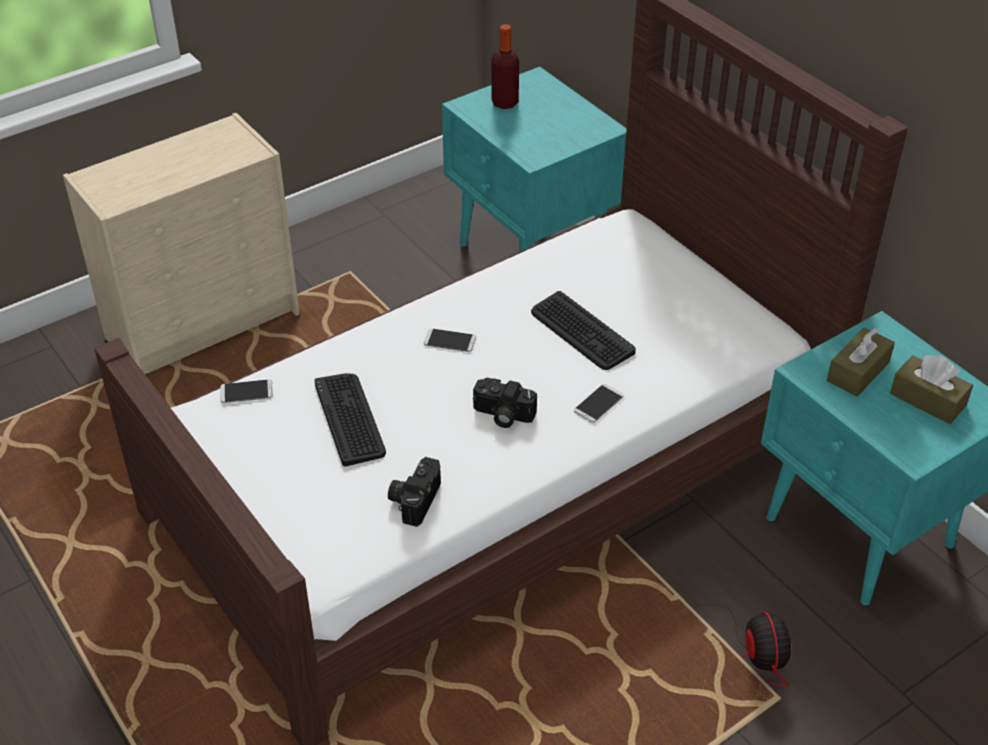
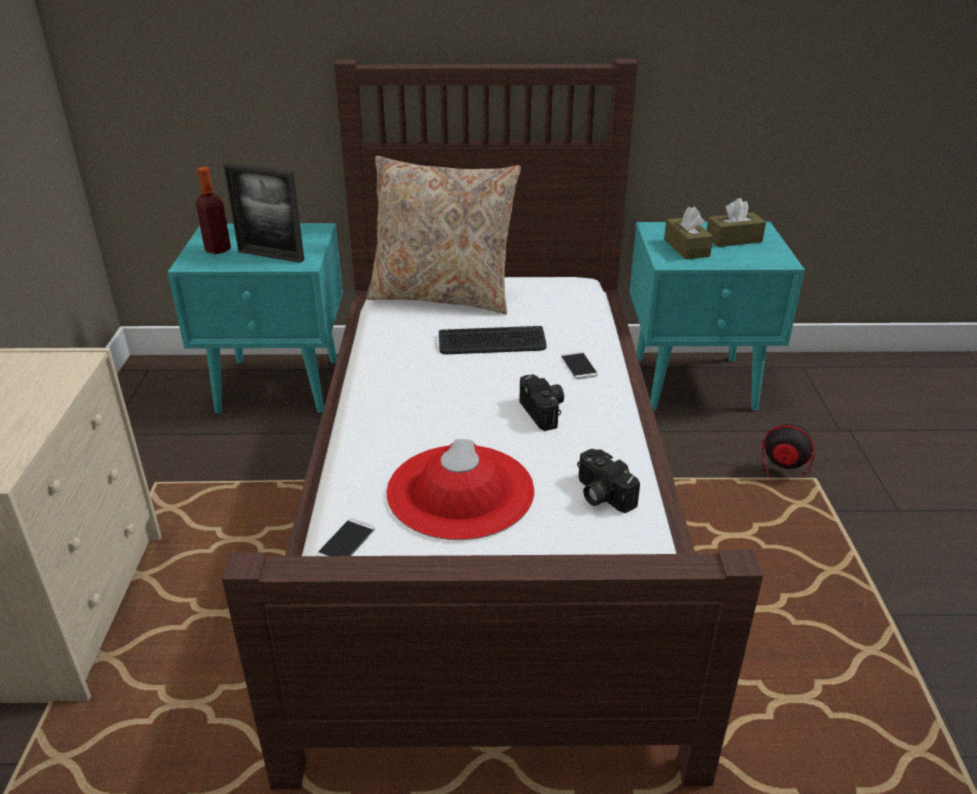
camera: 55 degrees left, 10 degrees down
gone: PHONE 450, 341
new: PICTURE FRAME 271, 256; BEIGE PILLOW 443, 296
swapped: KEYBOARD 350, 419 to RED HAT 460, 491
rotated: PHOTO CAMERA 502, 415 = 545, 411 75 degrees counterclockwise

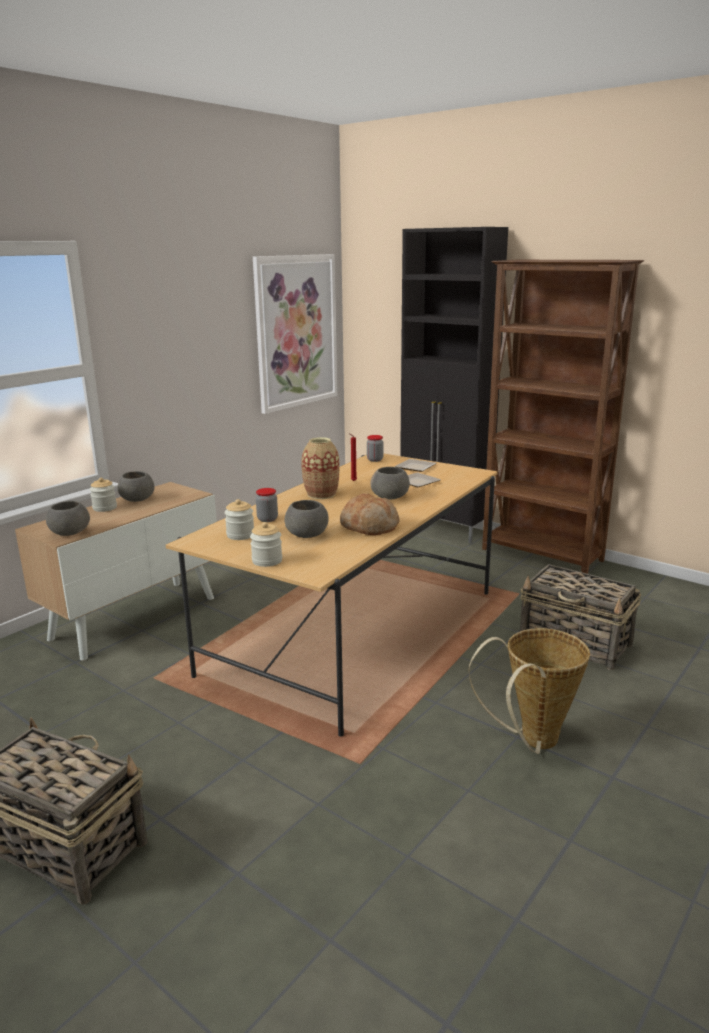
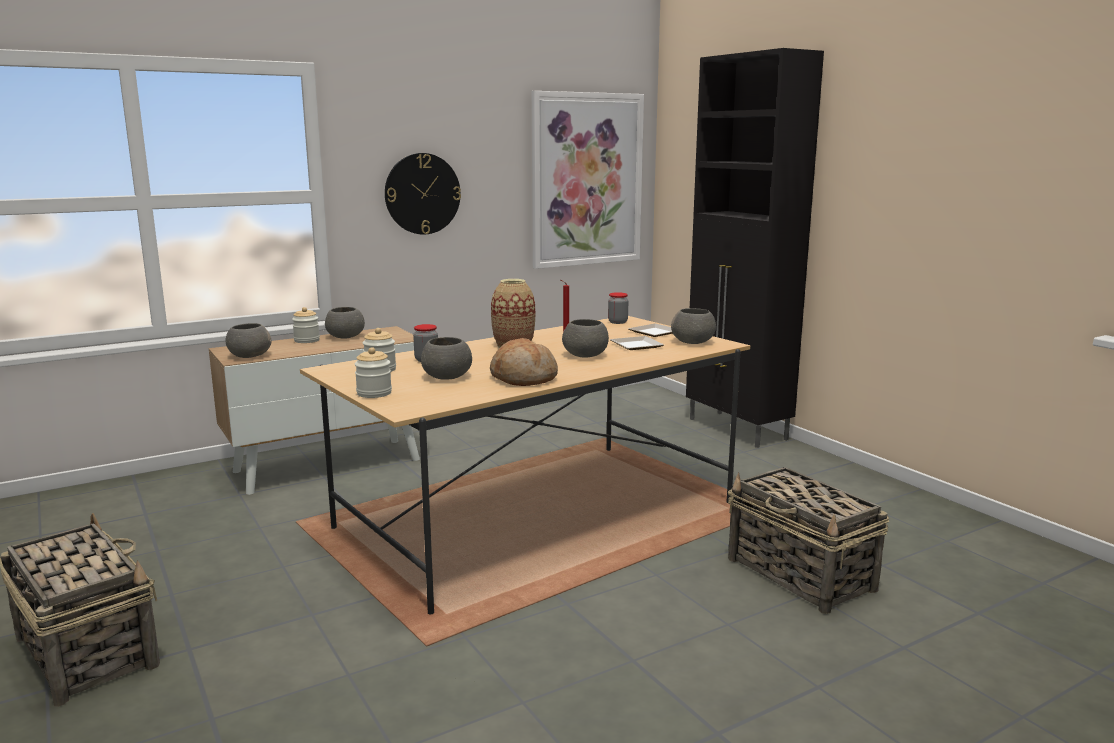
camera: 20 degrees right, 5 degrees down
gone: BASKET 532, 742; BROWN BOOKCASE 542, 555
new: WALL CLOCK 422, 194; GREY BOWL 693, 342

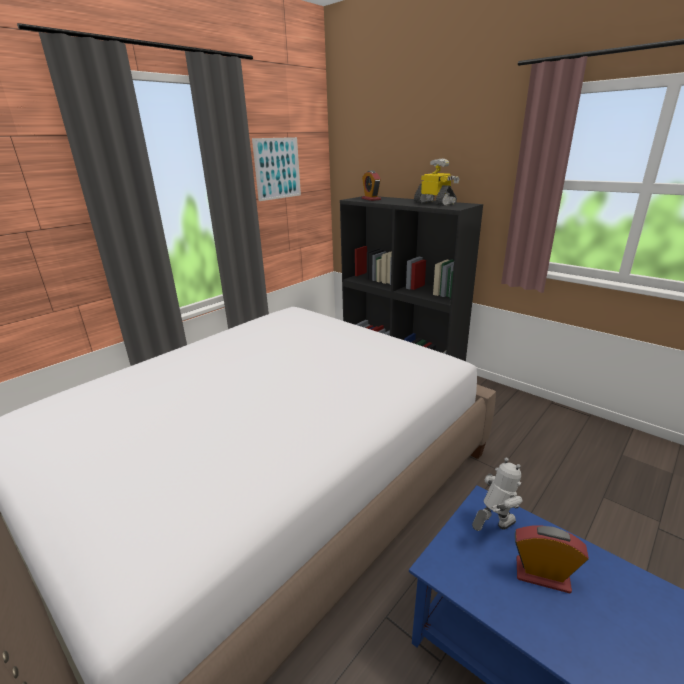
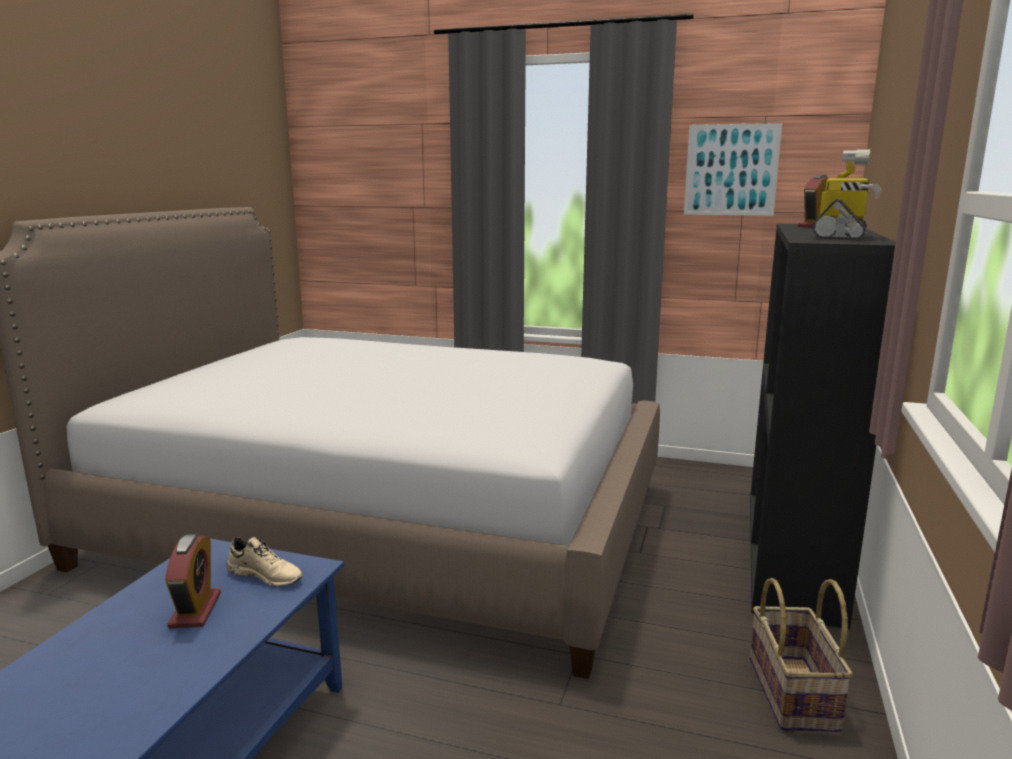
camera: 65 degrees right, 10 degrees down
new: BASKET 794, 694
swapped: TOY ROBOT 492, 528 to BEIGE SHOE 266, 576

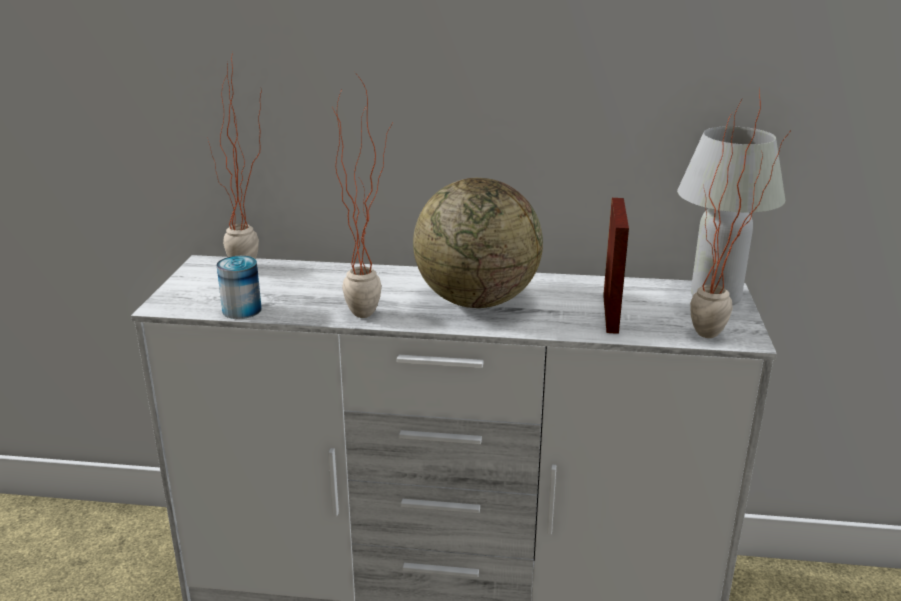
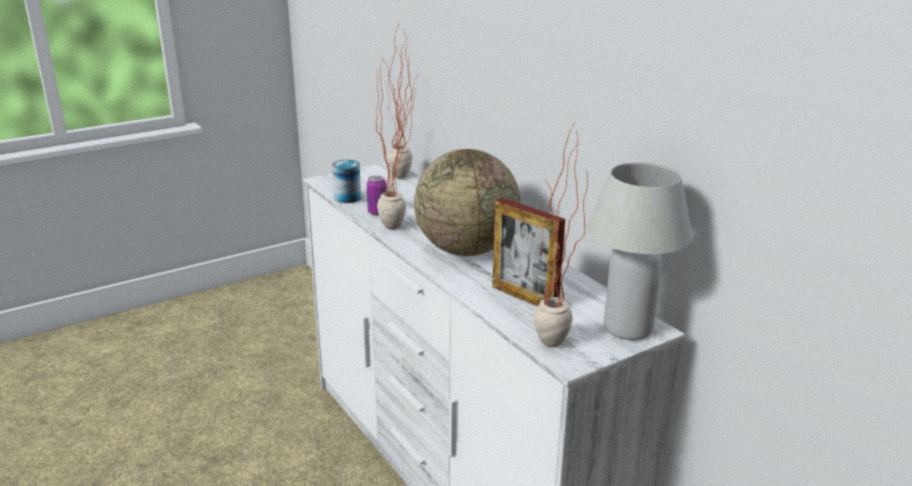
camera: 50 degrees right, 0 degrees up
new: CAN 377, 212
rotated: PICTURE FRAME 610, 313 = 524, 297 75 degrees clockwise

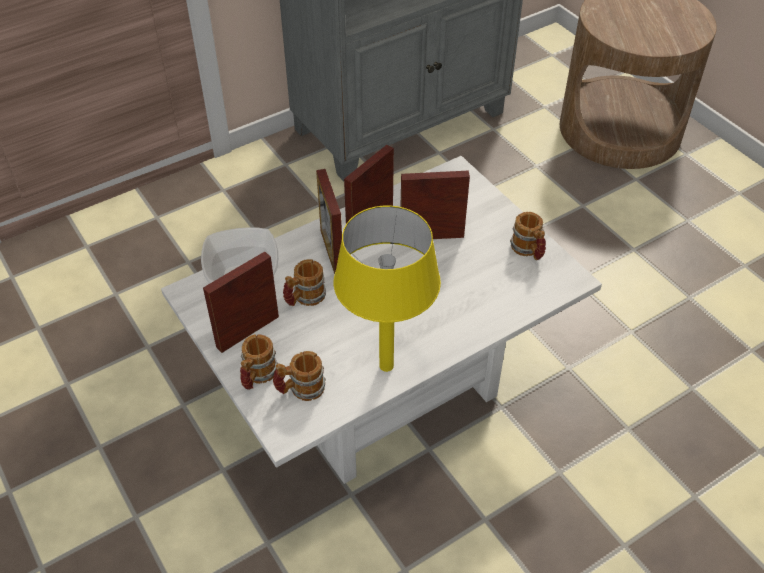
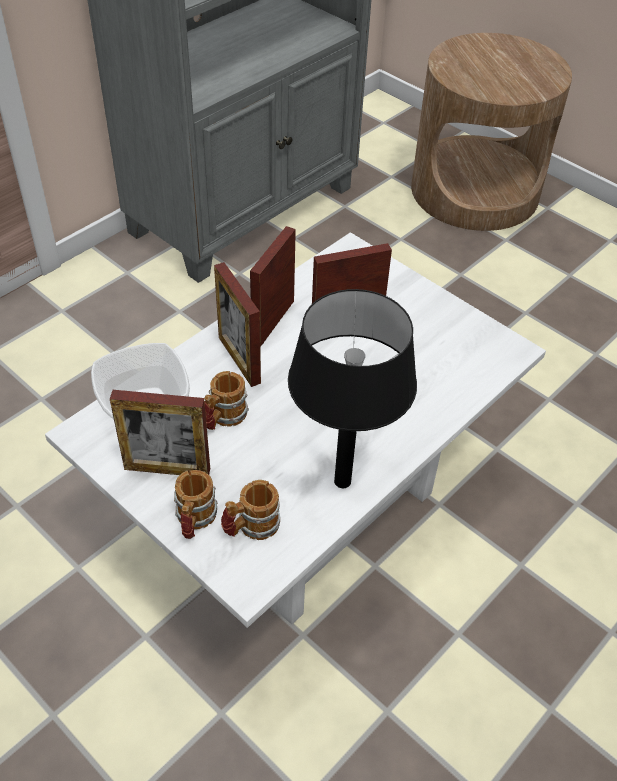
camera: 15 degrees left, 0 degrees up
gone: MUG 528, 250
repainted: YELLOW TABLE LAMP 385, 366 to BLACK TABLE LAMP 342, 482
rotated: PICTURE FRAME 247, 332 = 167, 469 120 degrees counterclockwise

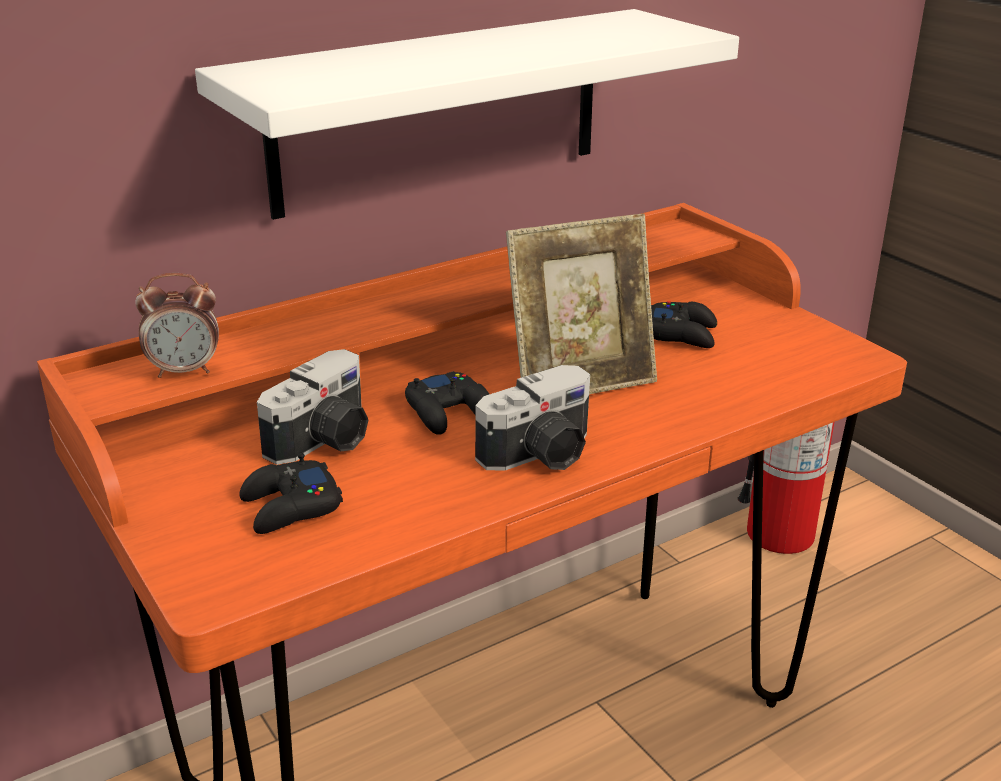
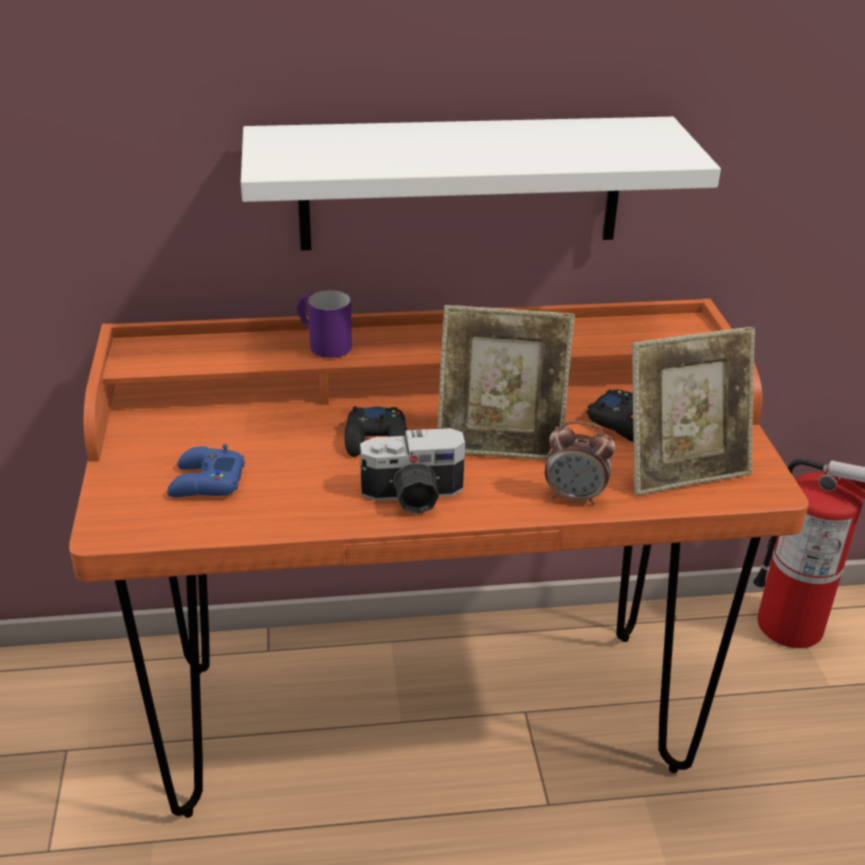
camera: 25 degrees right, 5 degrees up
gone: PHOTO CAMERA 326, 441
new: PURPLE MUG 323, 343; PICTURE FRAME 683, 471
shifted: ALARM CLOCK 185, 371 to 575, 497
repainted: BLACK GAME CONTROLLER 290, 507 to BLUE GAME CONTROLLER 206, 482

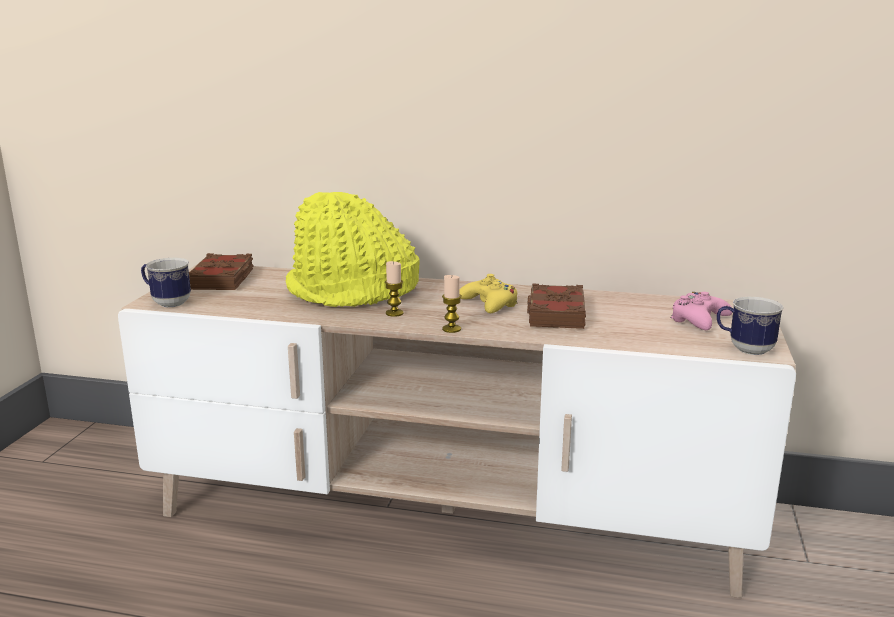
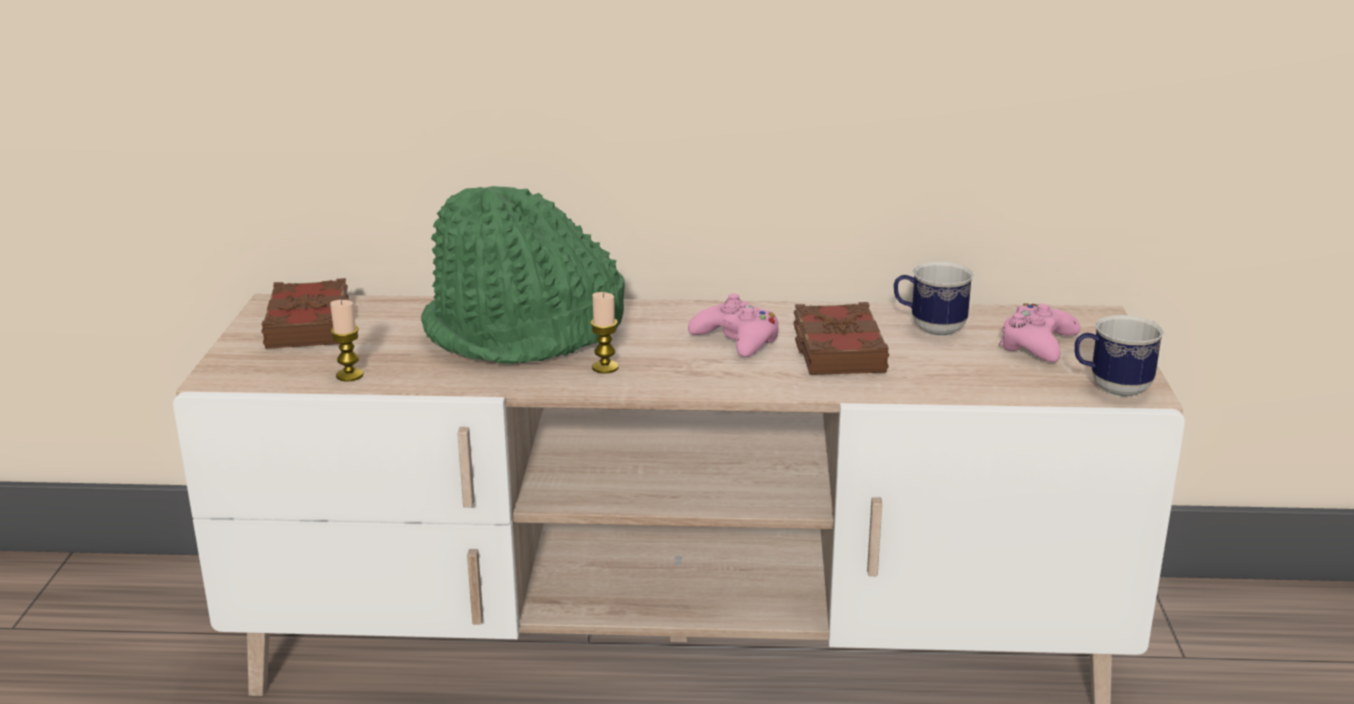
camera: 10 degrees left, 5 degrees up
shifted: MUG 167, 302 to 929, 328; CANDLE 451, 329 to 349, 375
repainted: YELLOW HAT 352, 292 to GREEN HAT 524, 334; YELLOW GAME CONTROLLER 489, 304 to PINK GAME CONTROLLER 737, 340

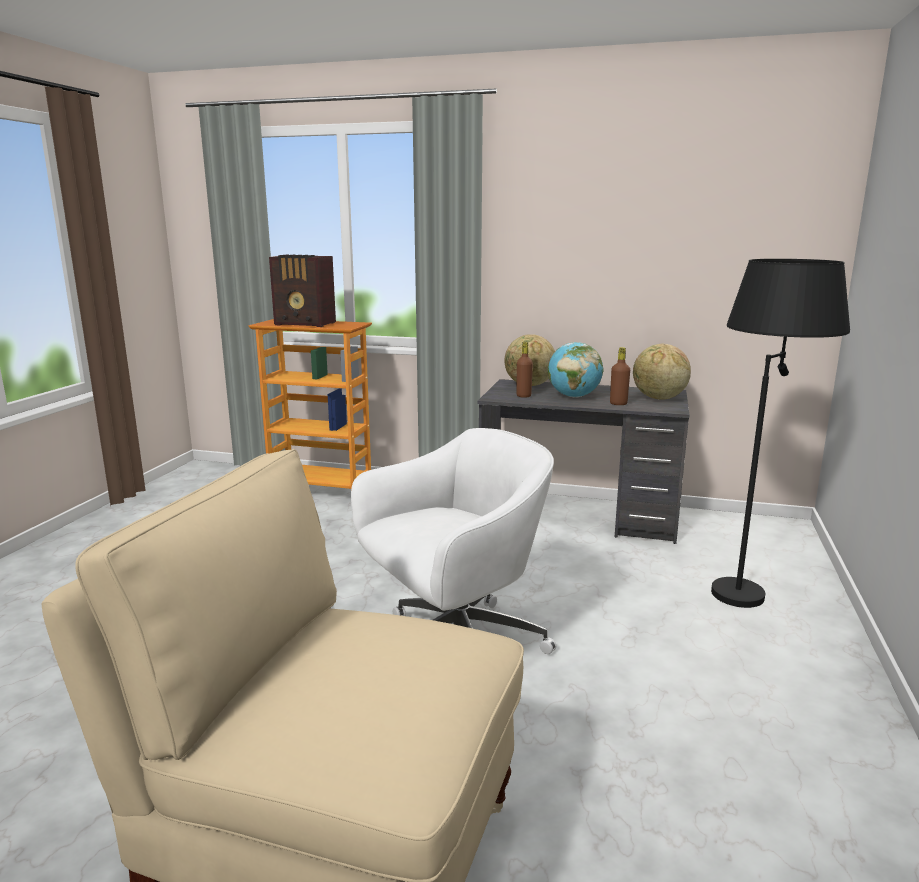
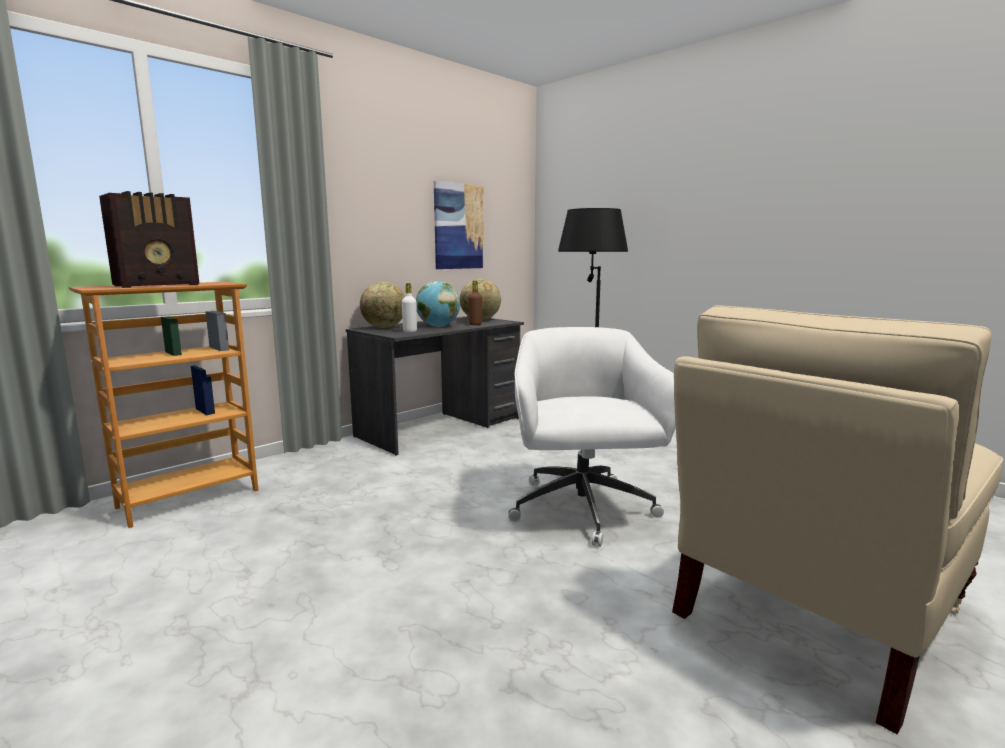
camera: 60 degrees left, 5 degrees down
new: PICTURE 458, 226
repainted: BROWN BOTTLE 523, 396 to WHITE BOTTLE 410, 331

